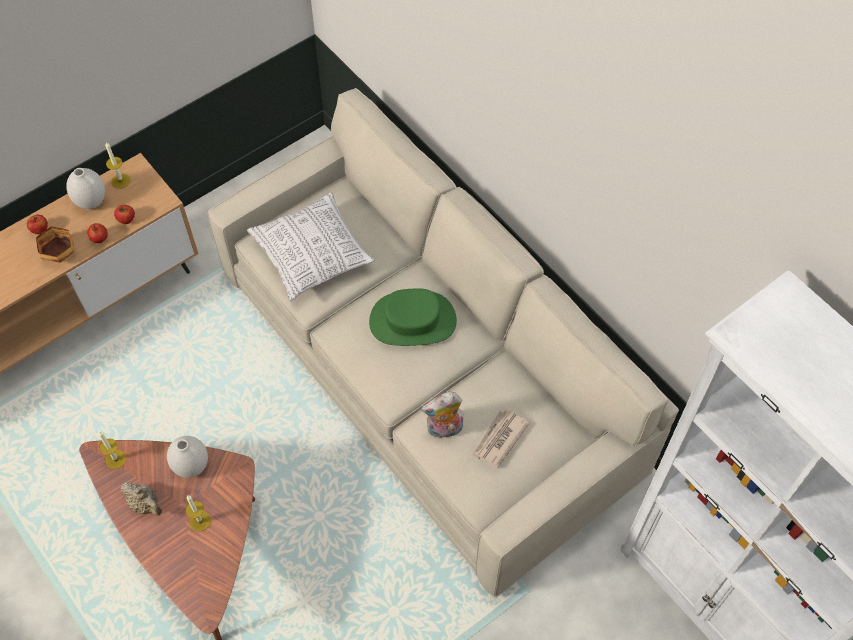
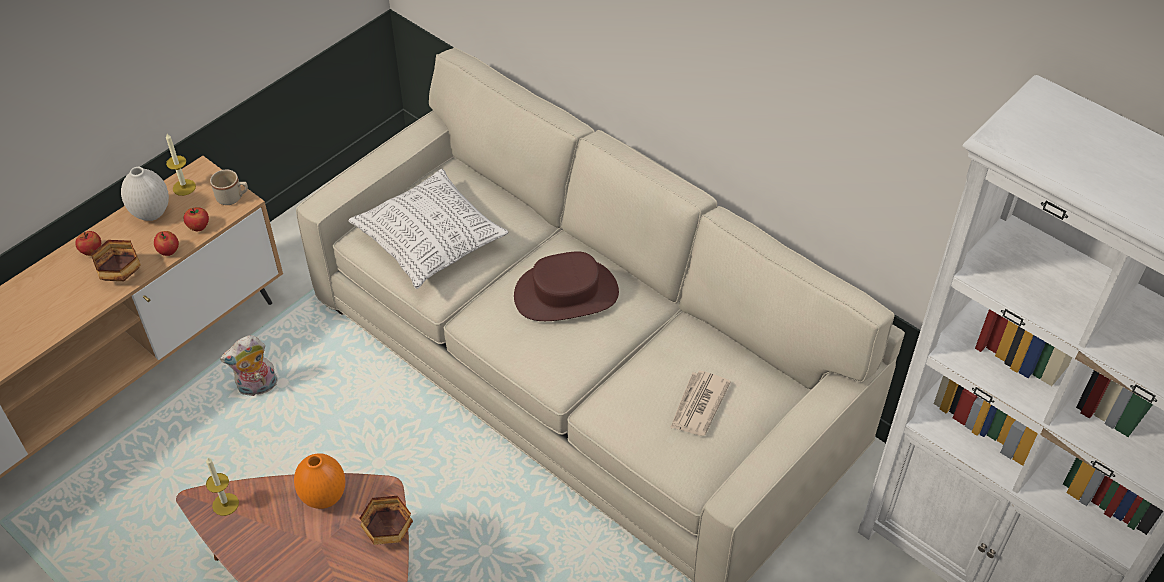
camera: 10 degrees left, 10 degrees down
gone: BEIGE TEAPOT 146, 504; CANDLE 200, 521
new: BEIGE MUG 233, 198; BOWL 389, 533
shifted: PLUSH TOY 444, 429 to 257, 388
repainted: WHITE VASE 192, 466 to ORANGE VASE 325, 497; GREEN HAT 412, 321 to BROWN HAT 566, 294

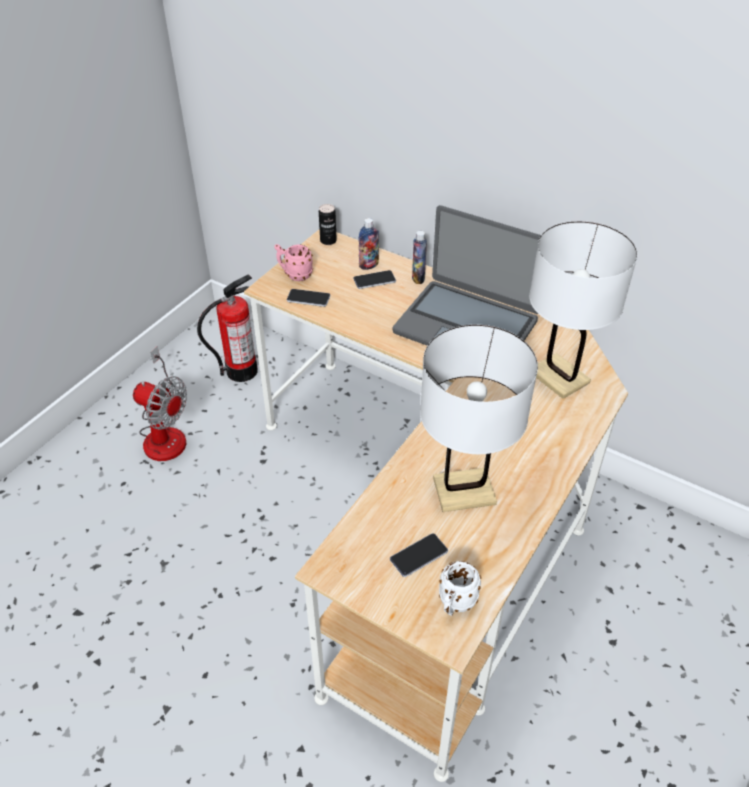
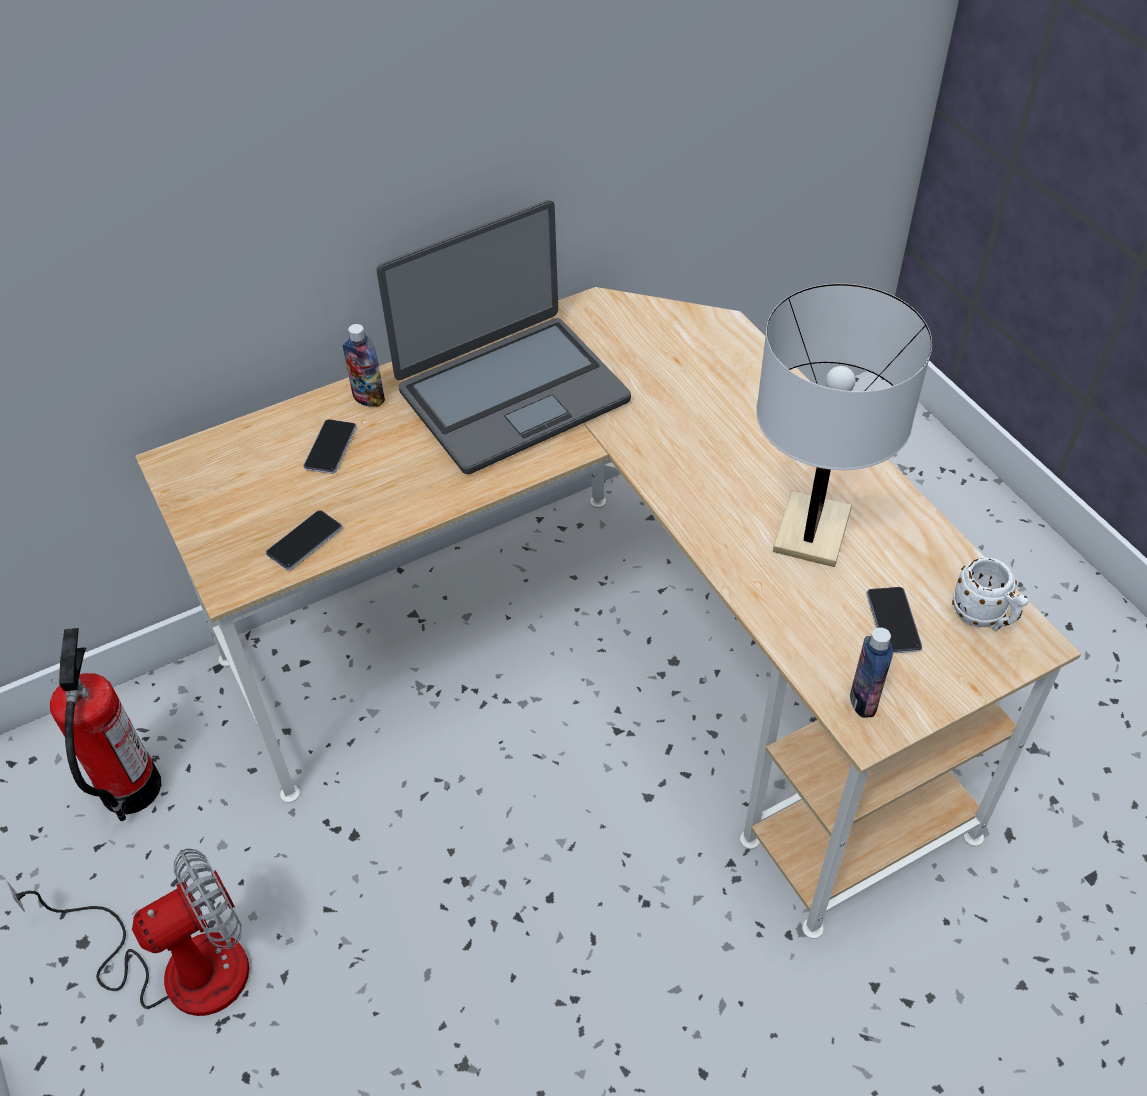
camera: 60 degrees left, 5 degrees up
gone: PINK MUG 295, 275; CAN 328, 241; WHITE TABLE LAMP 559, 377
shifted: BOTTLE 368, 265 to 863, 700

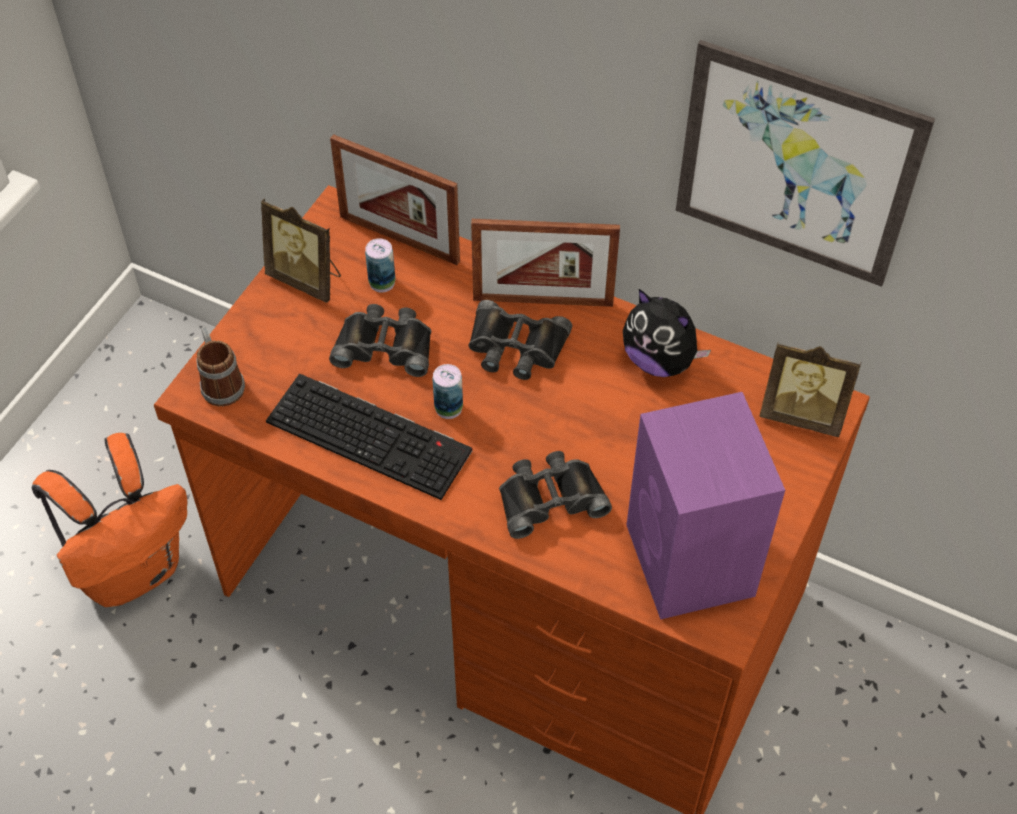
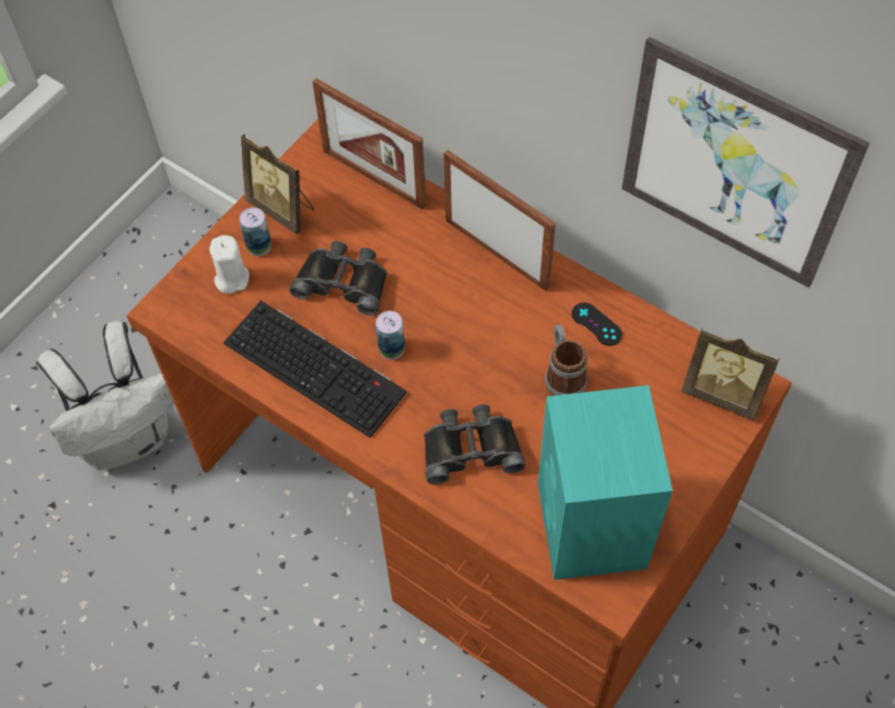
camera: 10 degrees right, 5 degrees up
gone: BLACK BINOCULARS 516, 347
new: WHITE CANDLE 231, 278
shifted: MUG 220, 382 to 563, 374; CAN 382, 282 to 259, 246
swapped: PLUSH TOY 659, 360 to BLACK GAME CONTROLLER 596, 324
repainted: ORANGE BACKPACK 133, 570 to WHITE BACKPACK 128, 438; PURPLE SPEAKER 691, 563 to TURQUOISE SPEAKER 592, 528
rotated: PICTURE FRAME 543, 301 = 496, 253 150 degrees counterclockwise

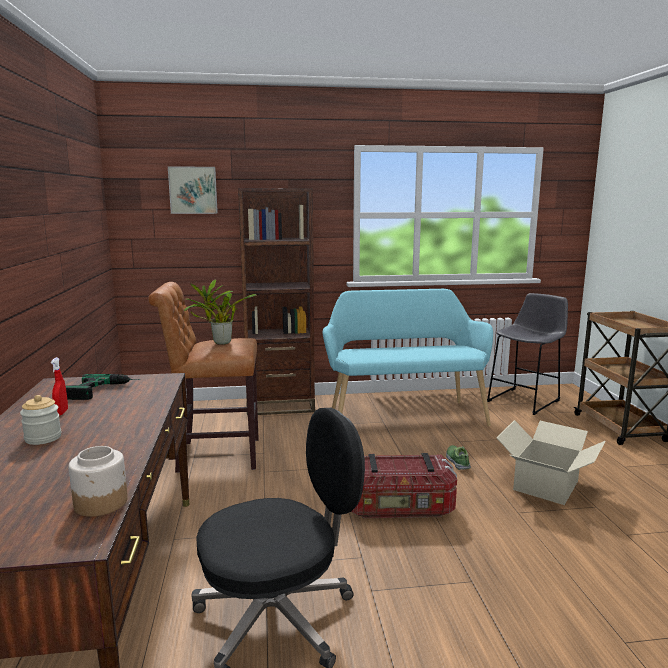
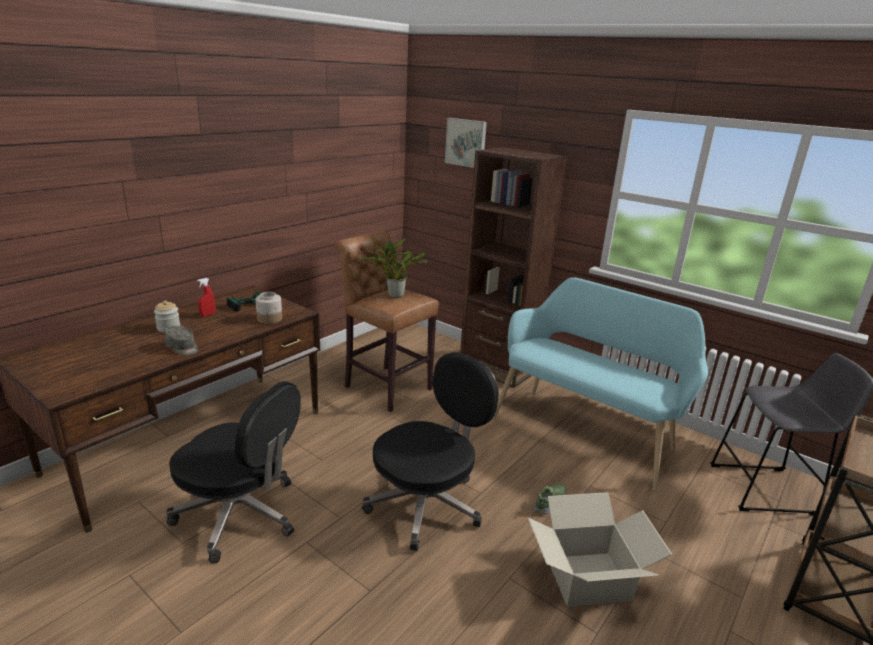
camera: 45 degrees right, 10 degrees up
new: GREY CAP 182, 348
shifted: JAR 101, 502 to 270, 319
swapped: STORAGE BOX 399, 508 to BLACK OFFICE CHAIR 427, 504

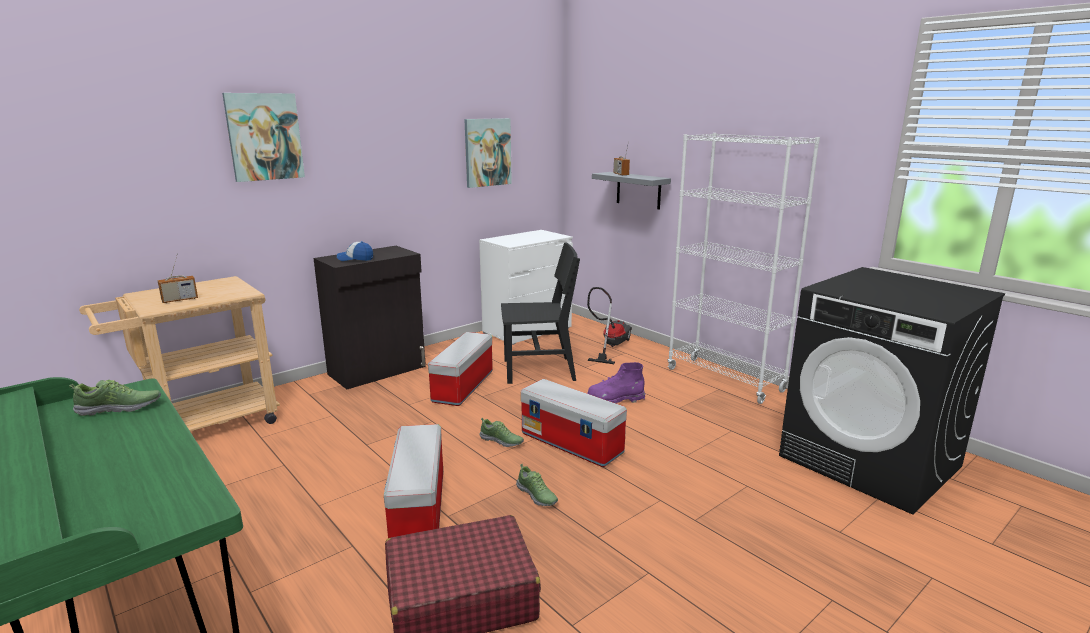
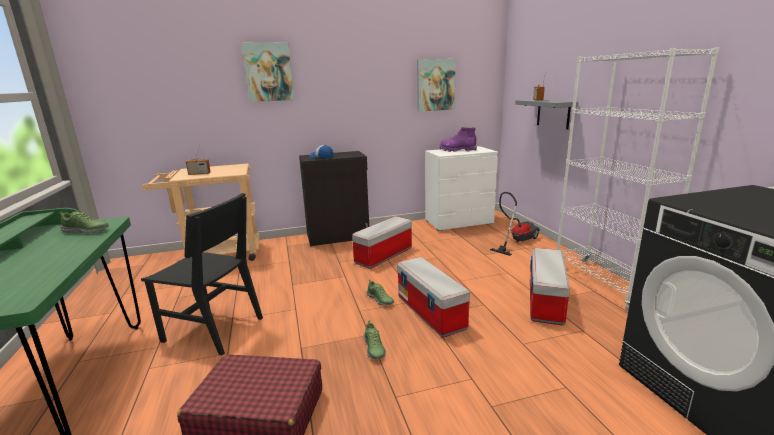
camera: 25 degrees right, 0 degrees up
shifted: STORAGE BOX 419, 508 to 546, 302; BLACK CHAIR 539, 370 to 213, 329; PURPLE BOOT 615, 400 to 457, 150

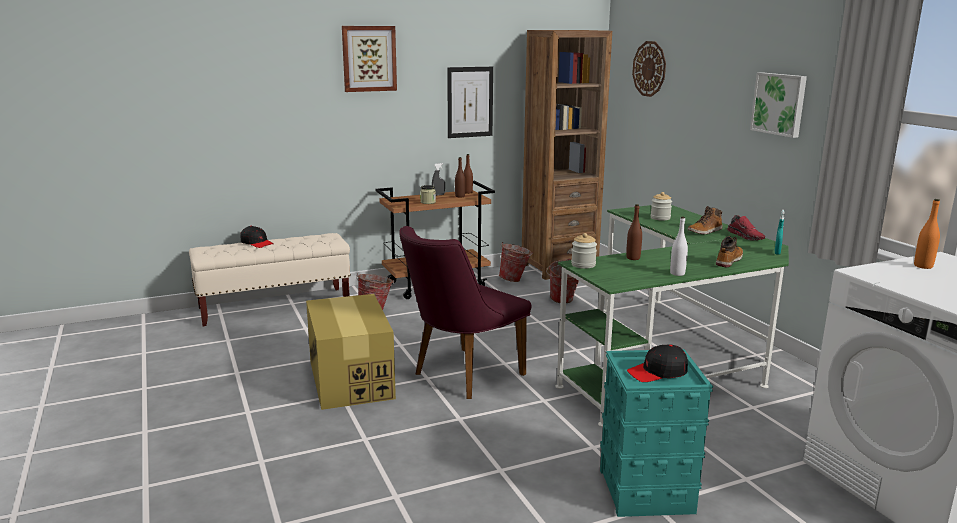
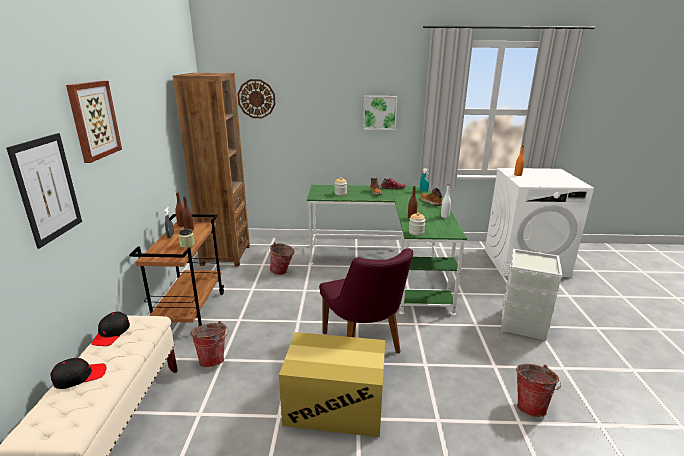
camera: 65 degrees left, 5 degrees up
shifted: PICTURE 470, 102 to 47, 189; BUCKET 515, 280 to 531, 405; BLACK CAP 657, 372 to 111, 333
repainted: TURQUOISE STORAGE BOX 647, 491 to GREY STORAGE BOX 523, 324

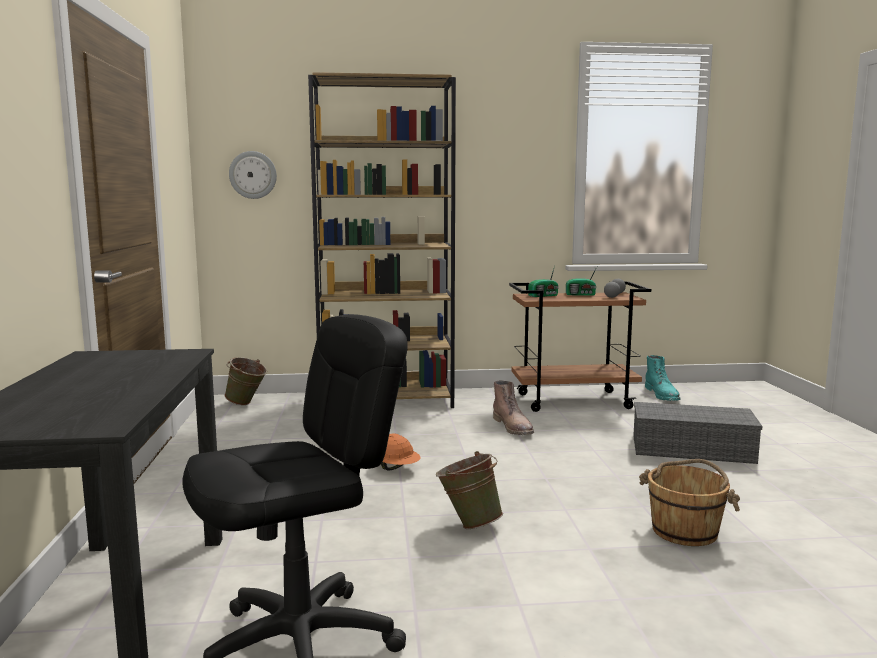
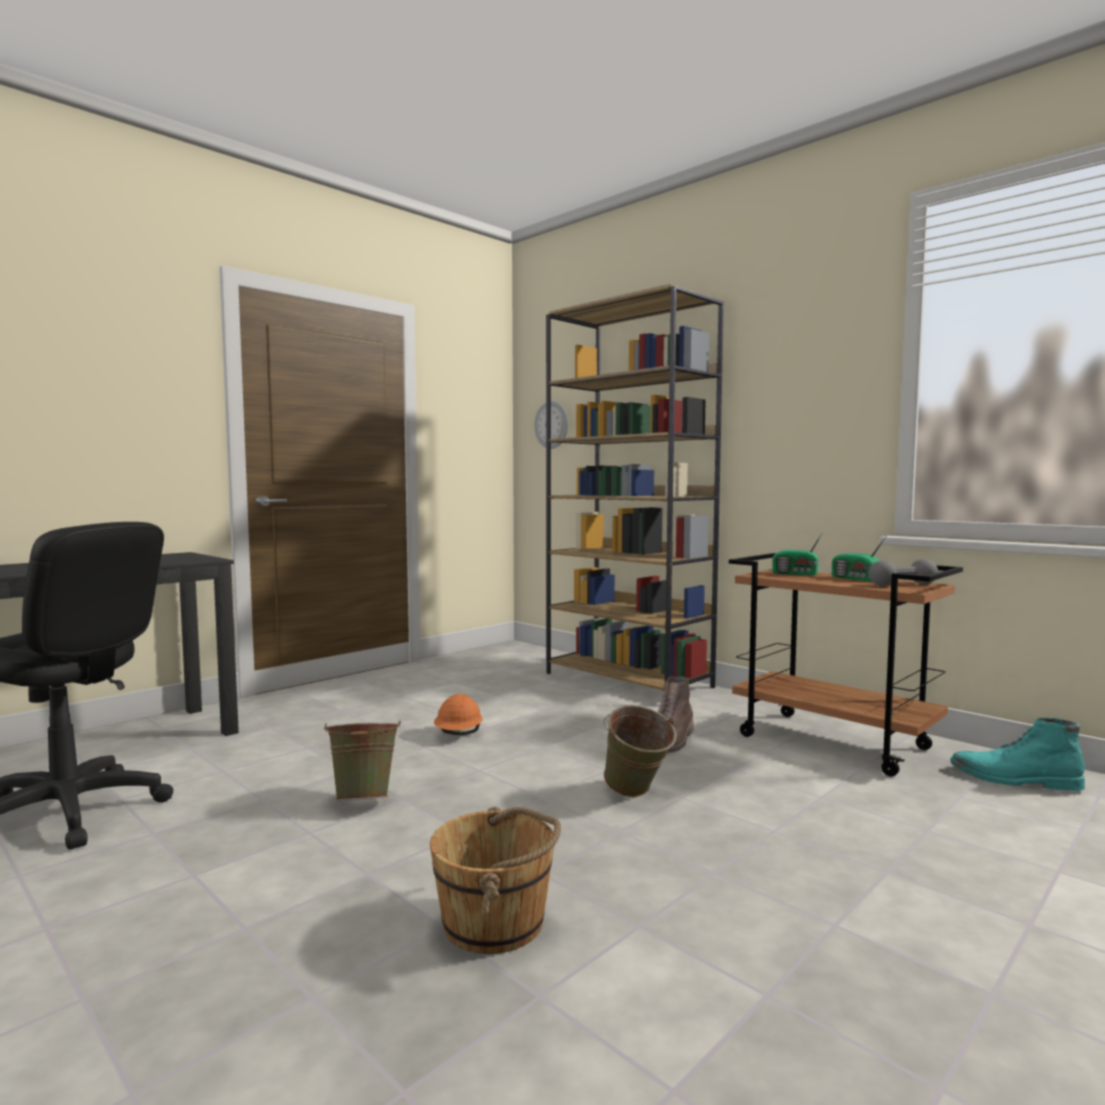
camera: 50 degrees right, 5 degrees down
gone: GREY STORAGE BOX 693, 449
shifted: GREEN BUCKET 247, 404 to 636, 795
rotated: TURQUOISE BOOT 663, 395 = 1014, 780 75 degrees clockwise

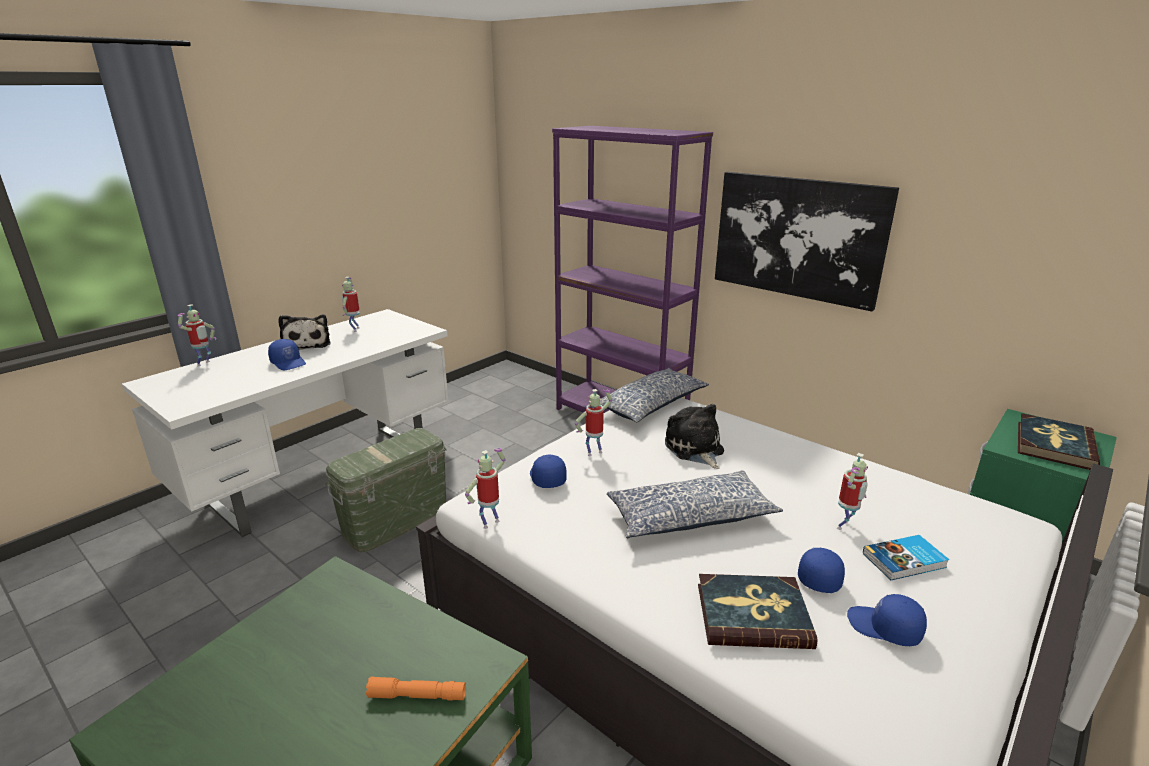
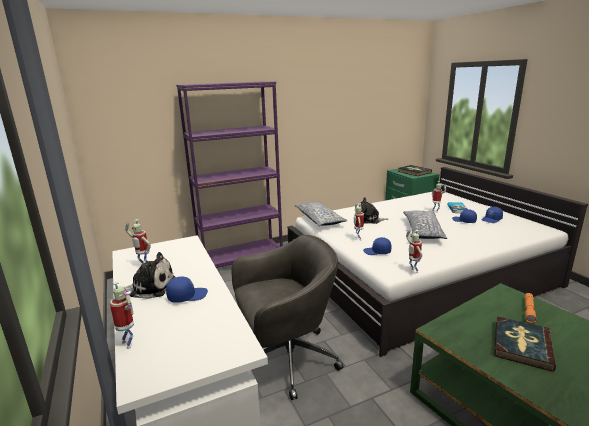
camera: 65 degrees left, 5 degrees down
gone: PICTURE 798, 237
shifted: BOOK 752, 615 to 521, 345
swapped: GREEN STORAGE BOX 396, 522 to GREY OFFICE CHAIR 286, 360

